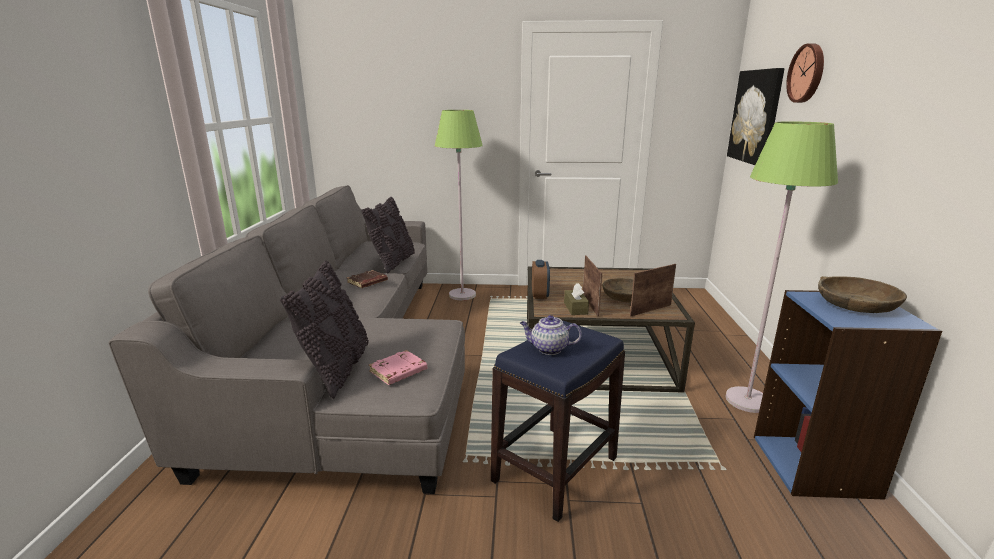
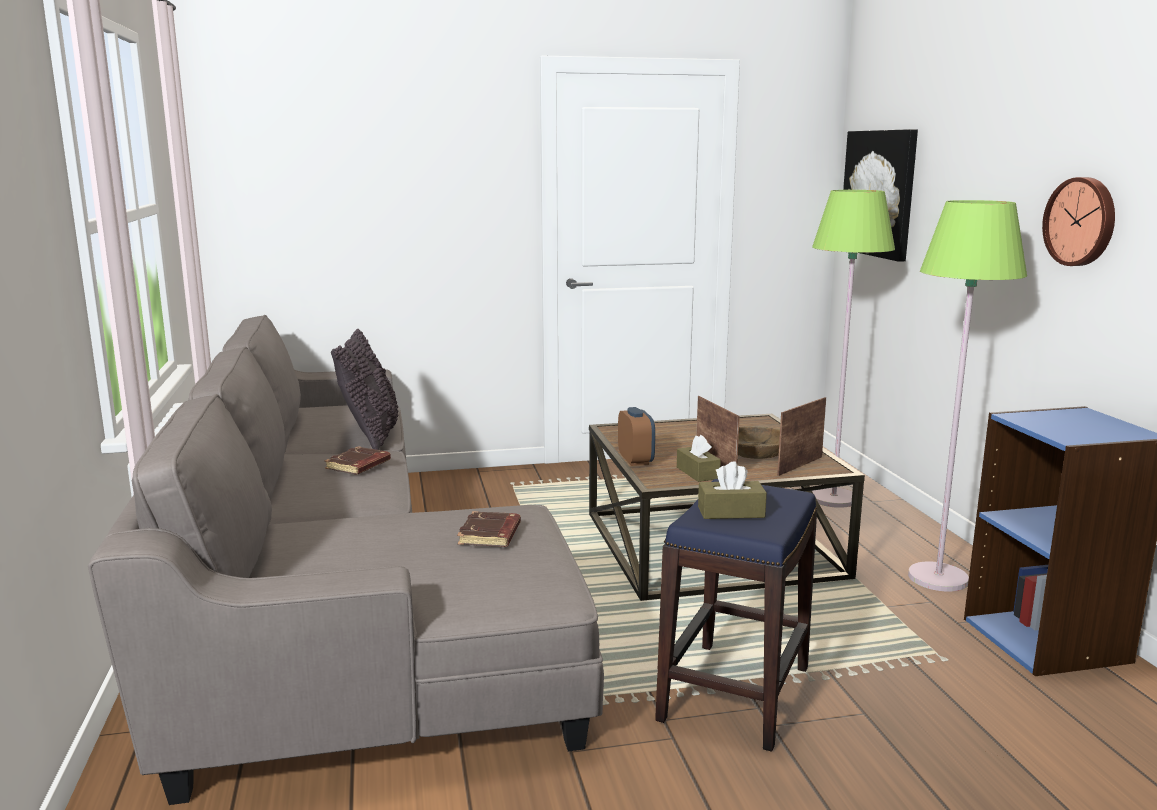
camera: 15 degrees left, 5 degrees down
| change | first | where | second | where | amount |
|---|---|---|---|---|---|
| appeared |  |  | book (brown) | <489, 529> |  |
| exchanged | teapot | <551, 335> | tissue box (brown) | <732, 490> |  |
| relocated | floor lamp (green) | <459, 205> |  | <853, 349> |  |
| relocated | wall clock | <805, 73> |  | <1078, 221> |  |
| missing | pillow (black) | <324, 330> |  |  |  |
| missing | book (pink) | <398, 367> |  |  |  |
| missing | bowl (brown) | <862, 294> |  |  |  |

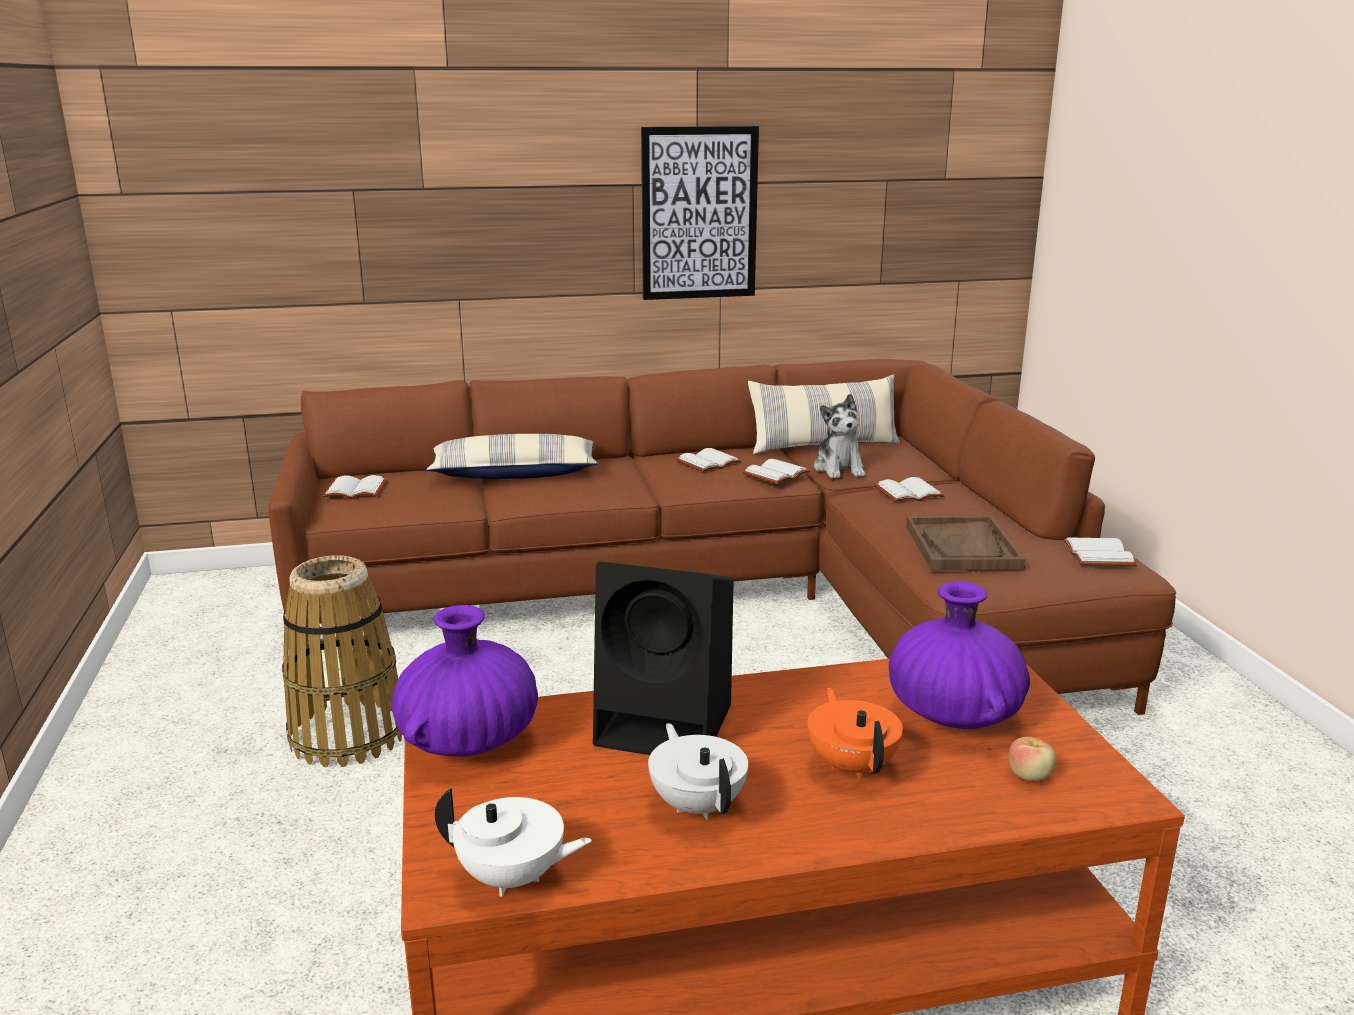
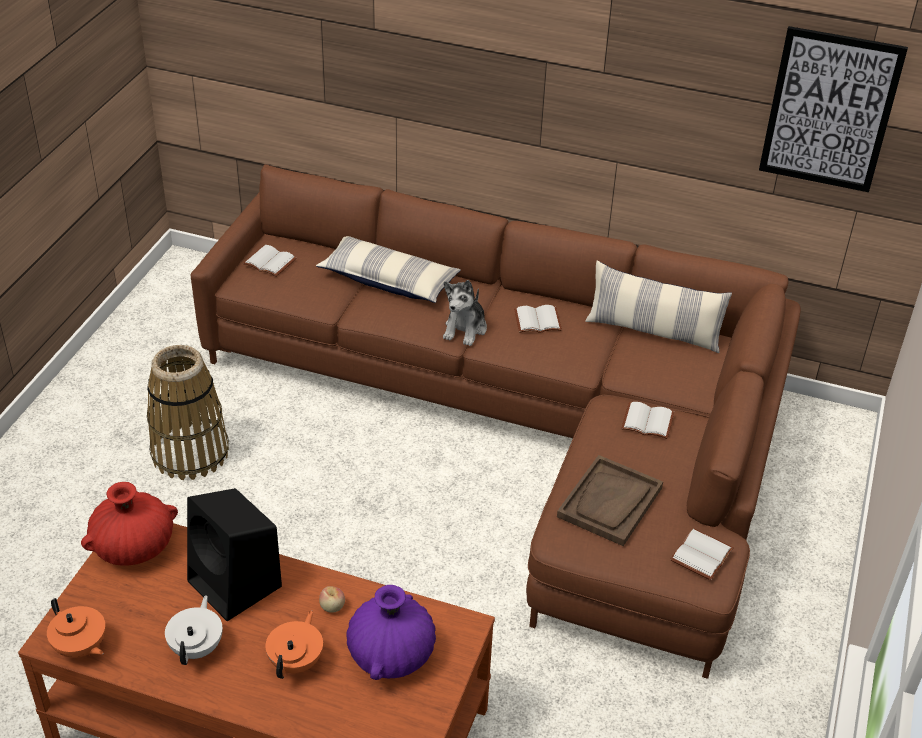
camera: 30 degrees right, 20 degrees up
| change | first | where | second | where | amount |
|---|---|---|---|---|---|
| colour | teapot (white) | <513, 842> | teapot (orange) | <76, 628> |  |
| colour | vase (purple) | <465, 681> | vase (red) | <129, 524> |  |
| relocated | apple | <1032, 759> |  | <332, 599> |  |
| relocated | plush toy | <839, 436> |  | <465, 313> |  |
| relocated | picture | <700, 213> |  | <833, 109> |  |
| missing | book (white) | <776, 471> |  |  |  |

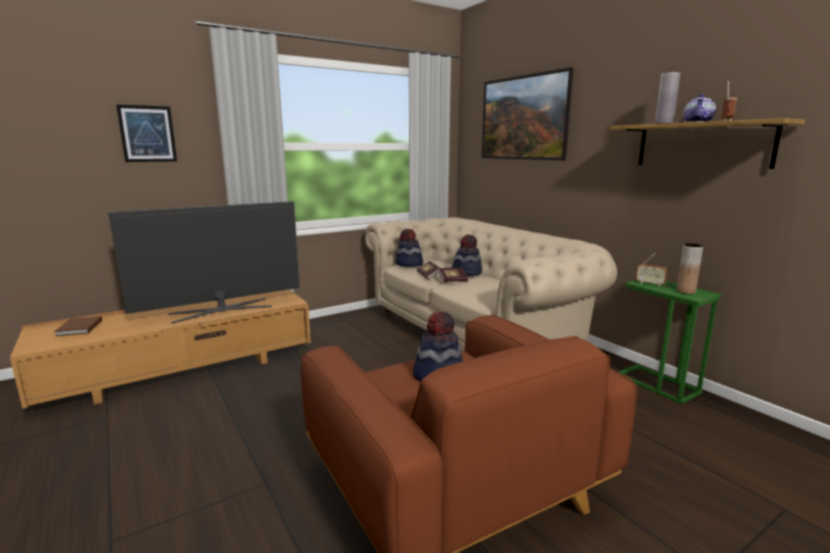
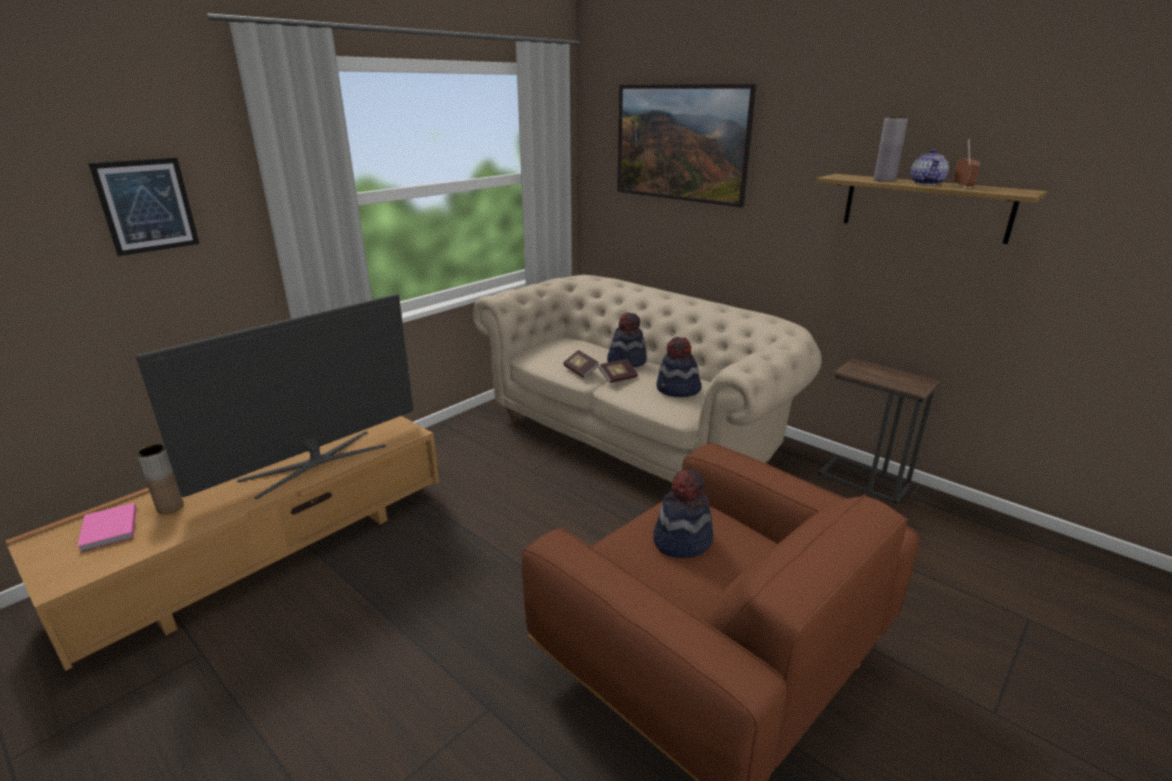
camera: 15 degrees left, 10 degrees up
| change | first | where | second | where | amount |
|---|---|---|---|---|---|
| colour | book (brown) | <78, 326> | book (pink) | <106, 527> |  |
| relocated | vase (brown) | <689, 268> |  | <160, 479> |  |
| relocated | hat | <409, 248> |  | <679, 367> |  |
| colour | side table (green) | <670, 342> | side table (brown) | <879, 432> |  |
| missing | radio | <652, 269> |  |  |  |

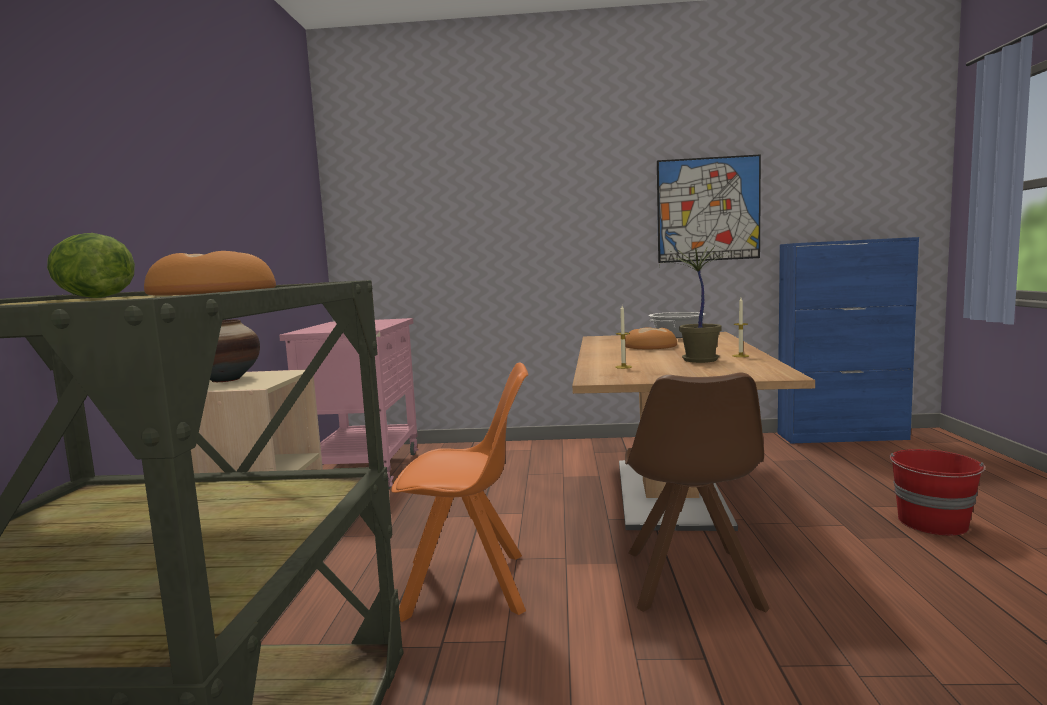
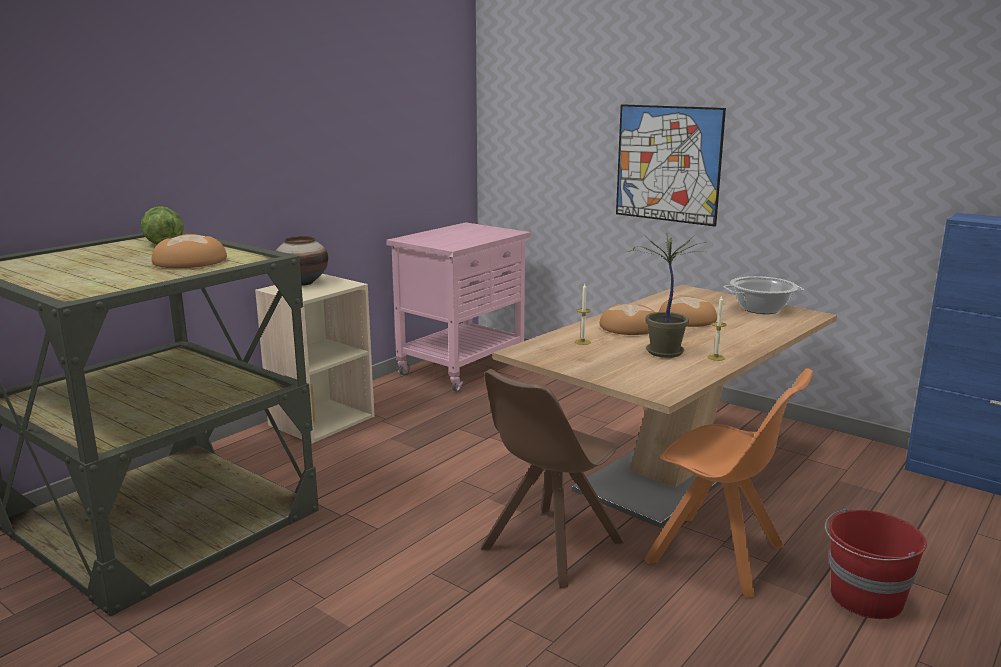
camera: 35 degrees right, 10 degrees up
| change | first | where | second | where | amount |
|---|---|---|---|---|---|
| appeared |  |  | bread | <627, 319> |  |
| relocated | picture | <709, 208> |  | <671, 165> |  |
| relocated | chair (orange) | <459, 492> |  | <728, 483> |  |

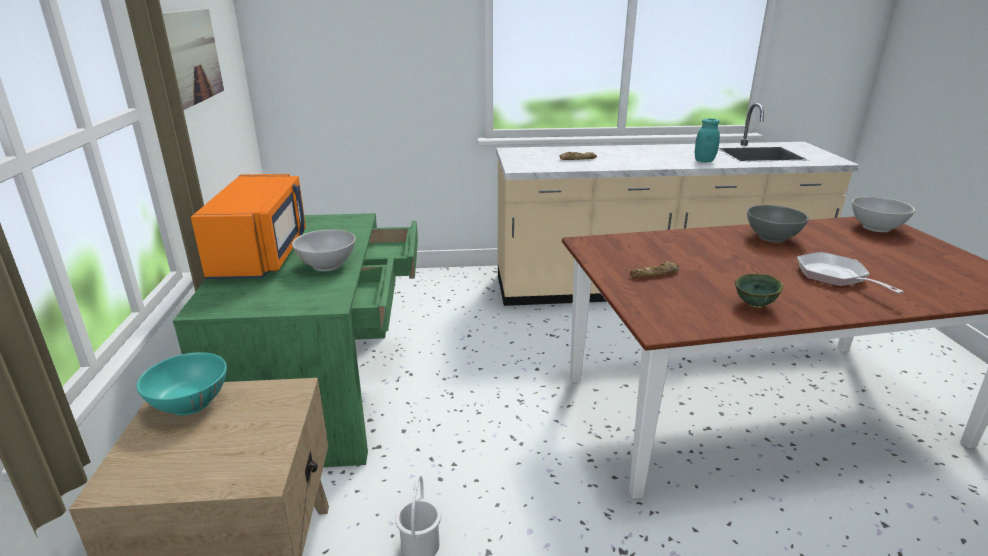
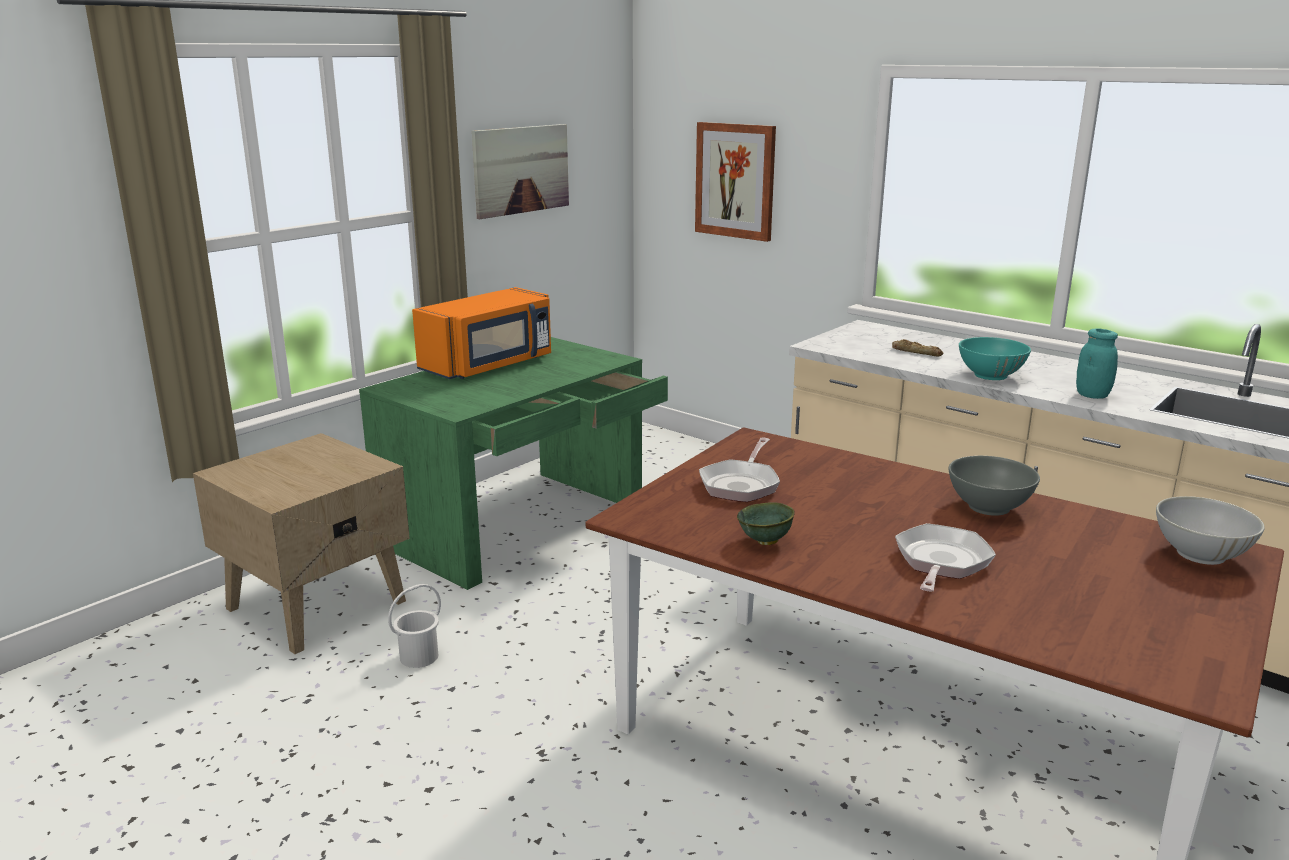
camera: 45 degrees right, 5 degrees down
| change | first | where | second | where | amount |
|---|---|---|---|---|---|
| appeared |  |  | picture | <735, 182> |  |
| exchanged | bread | <654, 269> | frying pan | <739, 470> |  |
| relocated | bowl (turquoise) | <181, 383> |  | <995, 358> |  |
| missing | bowl (white) | <324, 250> |  |  |  |

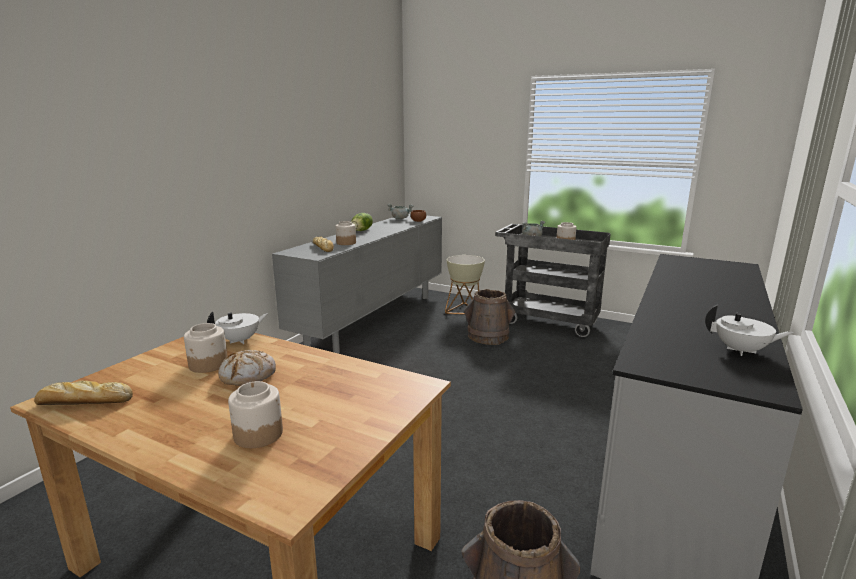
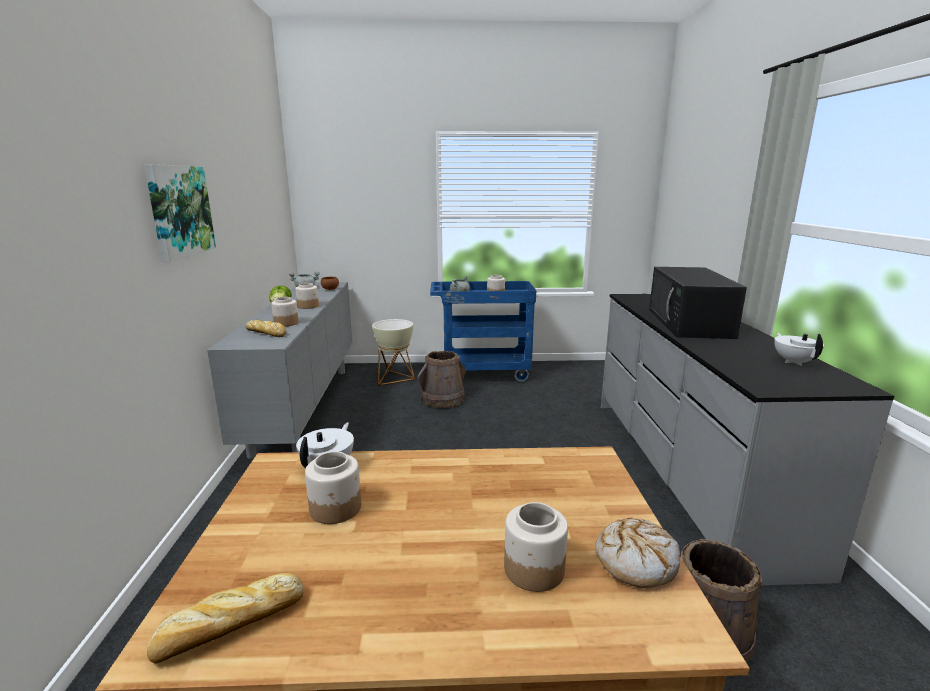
camera: 30 degrees left, 0 degrees up
| change | first | where | second | where | amount |
|---|---|---|---|---|---|
| appeared |  |  | picture | <180, 213> |  |
| appeared |  |  | jar | <307, 296> |  |
| colour | cart (black) | <553, 280> | cart (blue) | <483, 331> |  |
| relocated | bread | <247, 368> |  | <637, 552> |  |
| appeared |  |  | microwave (black) | <698, 303> |  |
| spun | teapot (white) | <749, 330> |  | <799, 349> | 90 degrees counterclockwise |

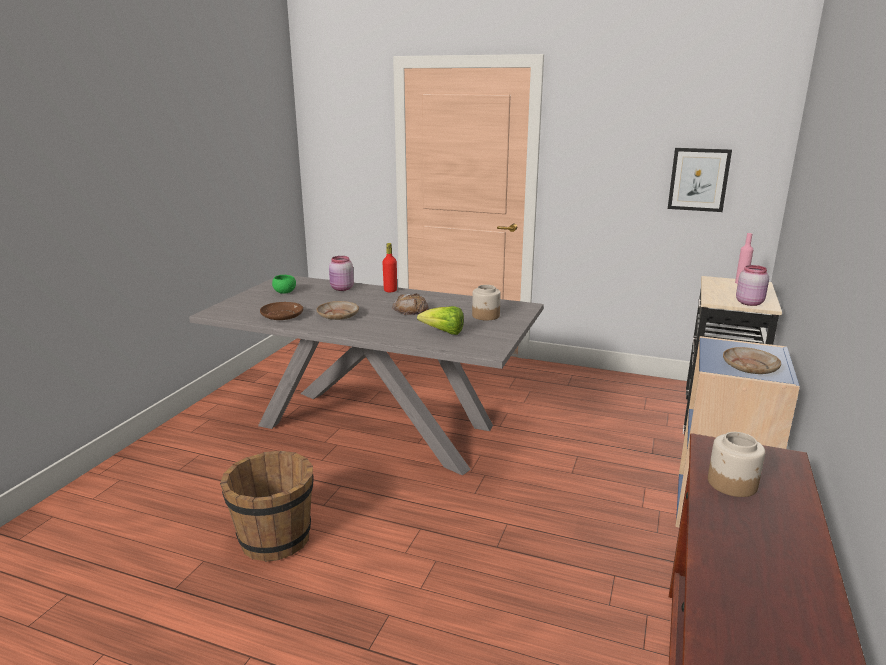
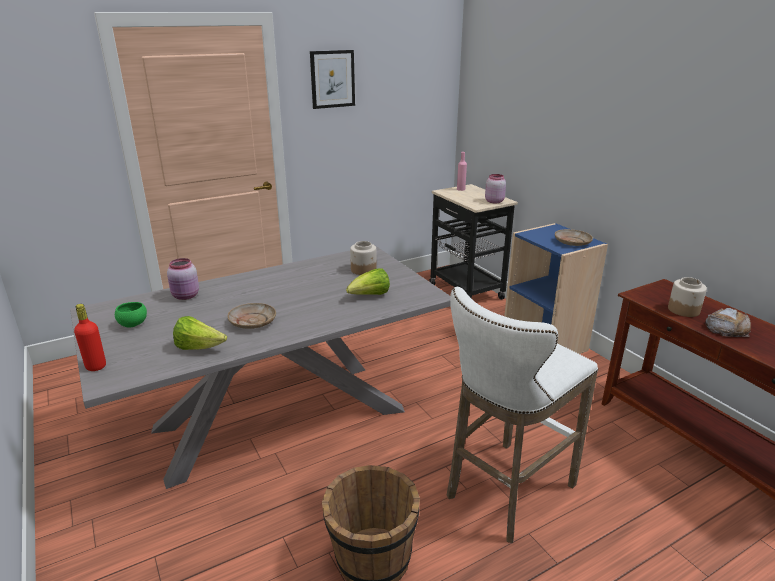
camera: 50 degrees left, 5 degrees up
| change | first | where | second | where | amount |
|---|---|---|---|---|---|
| relocated | bottle (red) | <389, 267> |  | <90, 337> |  |
| exchanged | plate (brown) | <281, 311> | lettuce | <200, 333> |  |
| relocated | picture | <700, 180> |  | <332, 79> |  |
| appeared |  |  | stool (white) | <522, 415> |  |
| relocated | bread | <410, 304> |  | <728, 322> |  |

